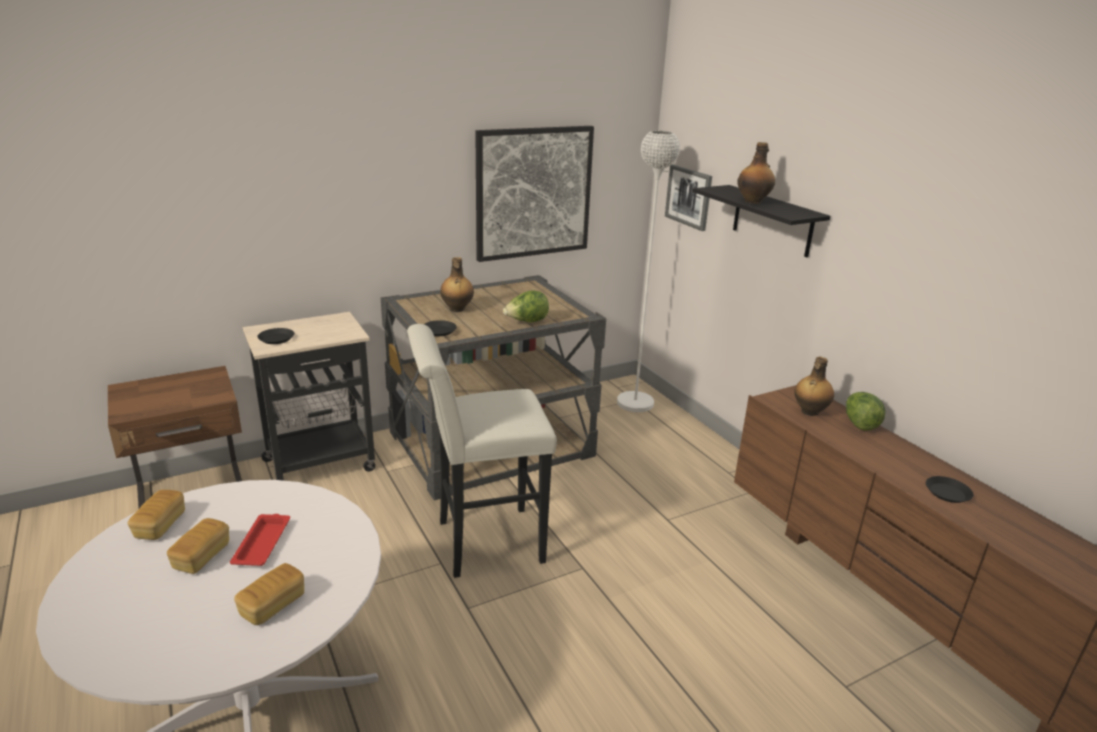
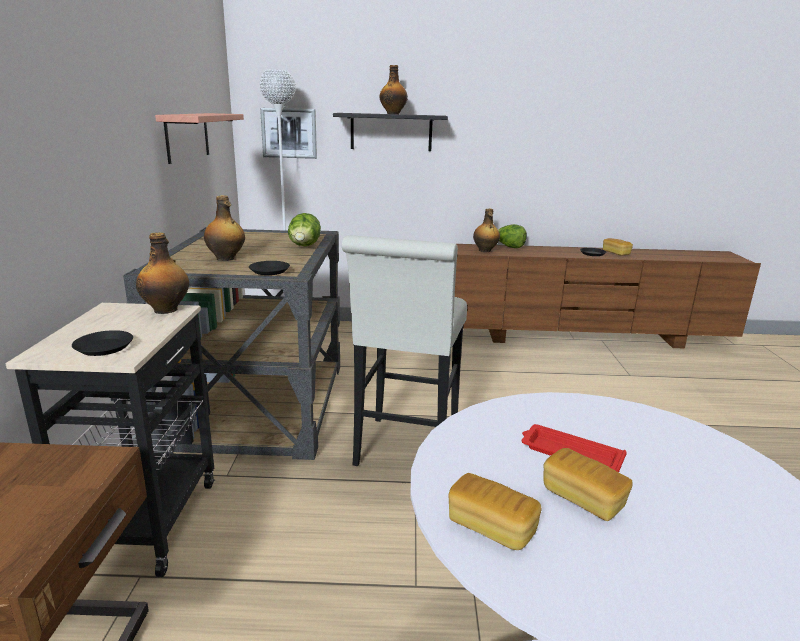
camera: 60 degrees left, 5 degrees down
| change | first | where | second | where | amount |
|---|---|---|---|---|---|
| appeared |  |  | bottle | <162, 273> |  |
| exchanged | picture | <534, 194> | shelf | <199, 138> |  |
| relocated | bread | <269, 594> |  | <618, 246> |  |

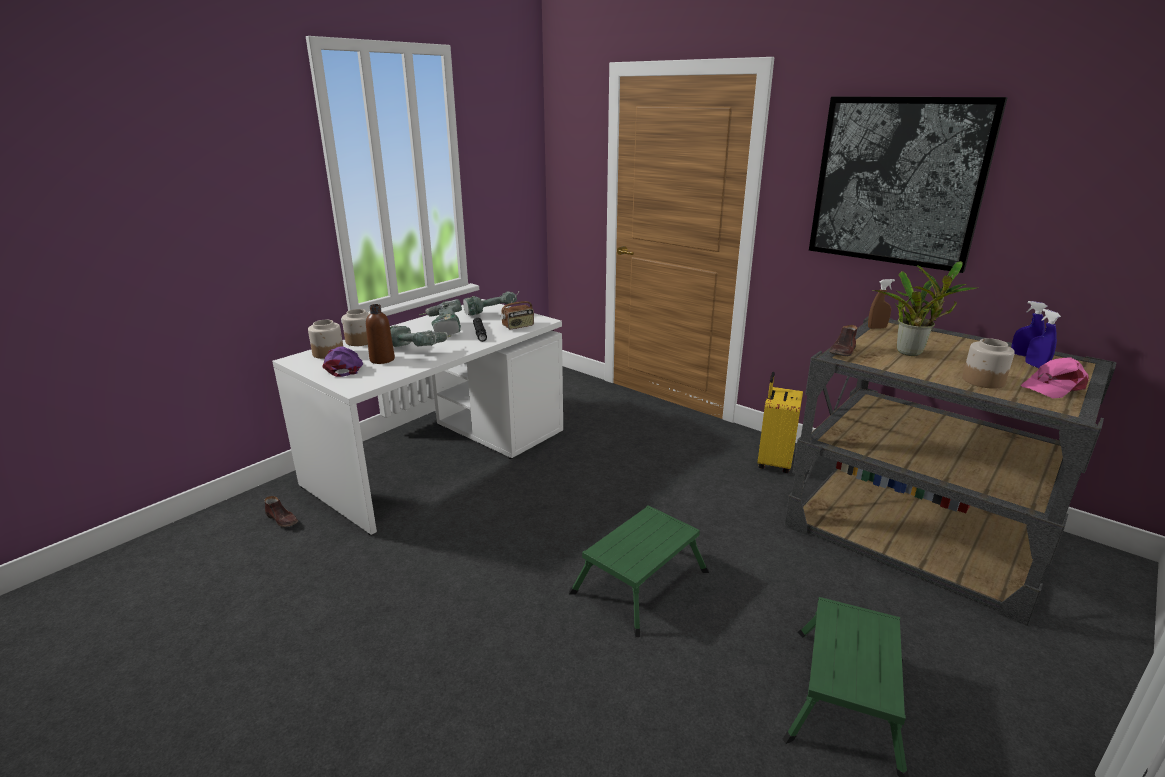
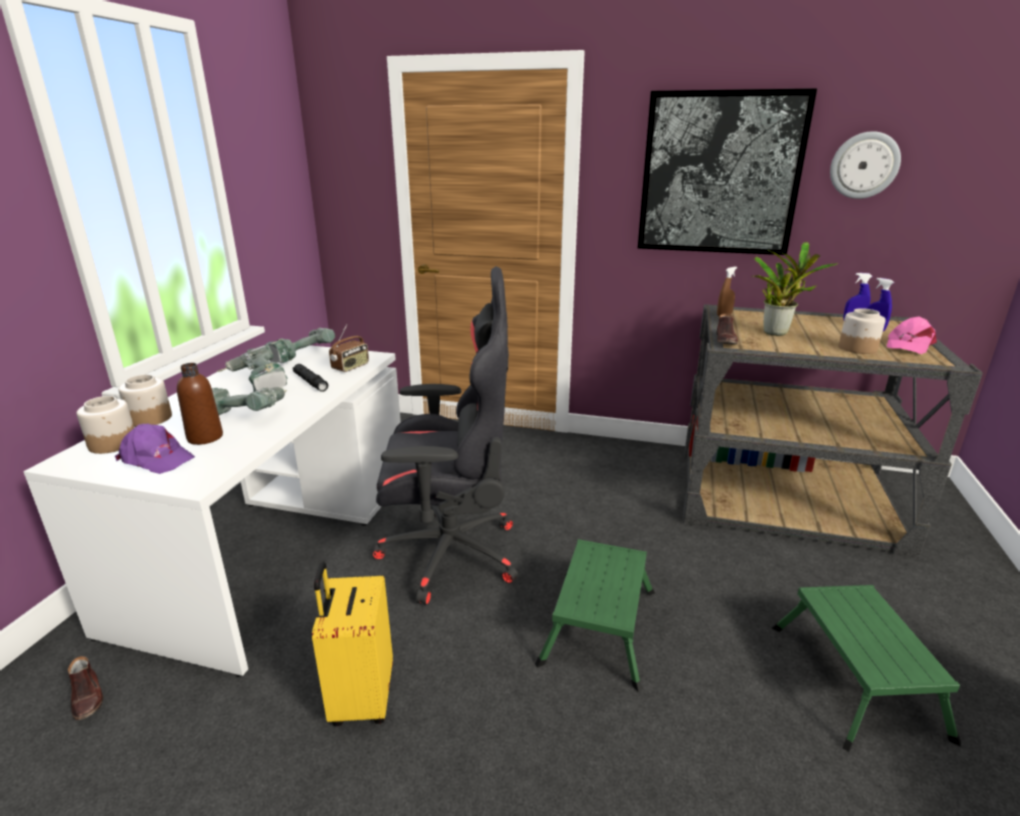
camera: 25 degrees left, 0 degrees up
| change | first | where | second | where | amount |
|---|---|---|---|---|---|
| spun | shoe (brown) | <281, 511> |  | <86, 688> | 45 degrees clockwise |
| spun | cap (purple) | <342, 362> |  | <155, 449> | 150 degrees clockwise |
| relocated | suitcase (yellow) | <780, 422> |  | <352, 644> |  |
| appeared |  |  | office chair (black) | <445, 435> |  |
| appeared |  |  | wall clock | <865, 165> |  |

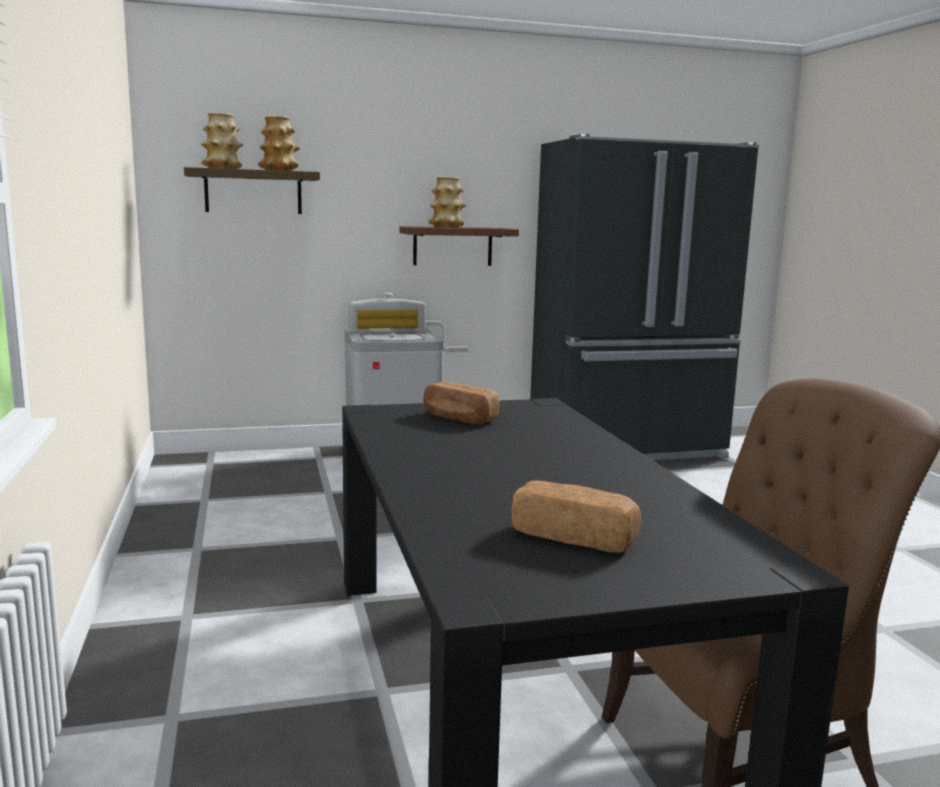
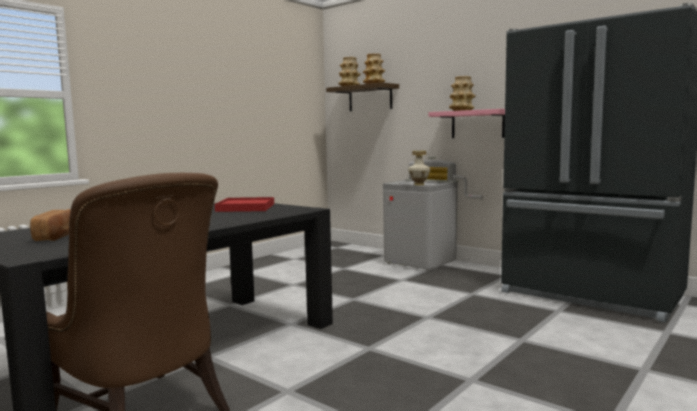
camera: 55 degrees right, 5 degrees down
| change | first | where | second | where | amount |
|---|---|---|---|---|---|
| exchanged | bread | <461, 403> | tray (red) | <244, 204> |  |
| appeared |  |  | vase | <419, 168> |  |
| colour | shelf (brown) | <459, 246> | shelf (pink) | <466, 123> |  |

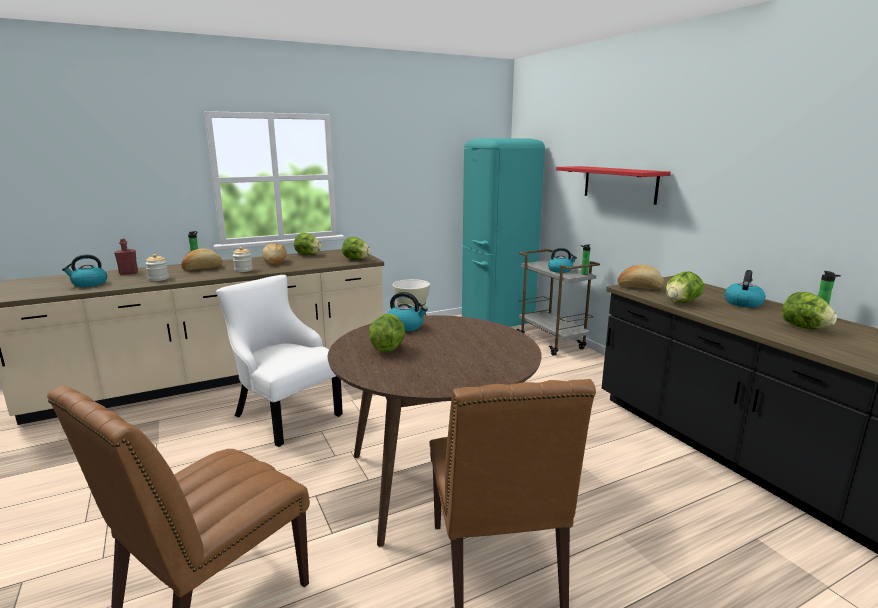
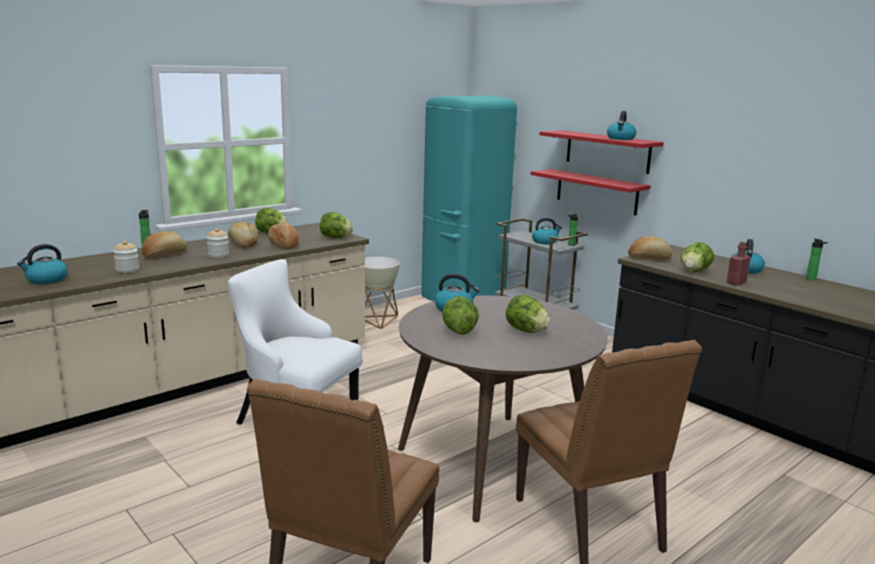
camera: 15 degrees left, 0 degrees up
| change | first | where | second | where | amount |
|---|---|---|---|---|---|
| appeared |  |  | bread | <283, 236> |  |
| relocated | lettuce | <809, 311> |  | <528, 314> |  |
| appeared |  |  | shelf (red) | <591, 192> |  |
| appeared |  |  | kettle | <622, 125> |  |
| relocated | bottle (red) | <126, 257> |  | <739, 264> |  |

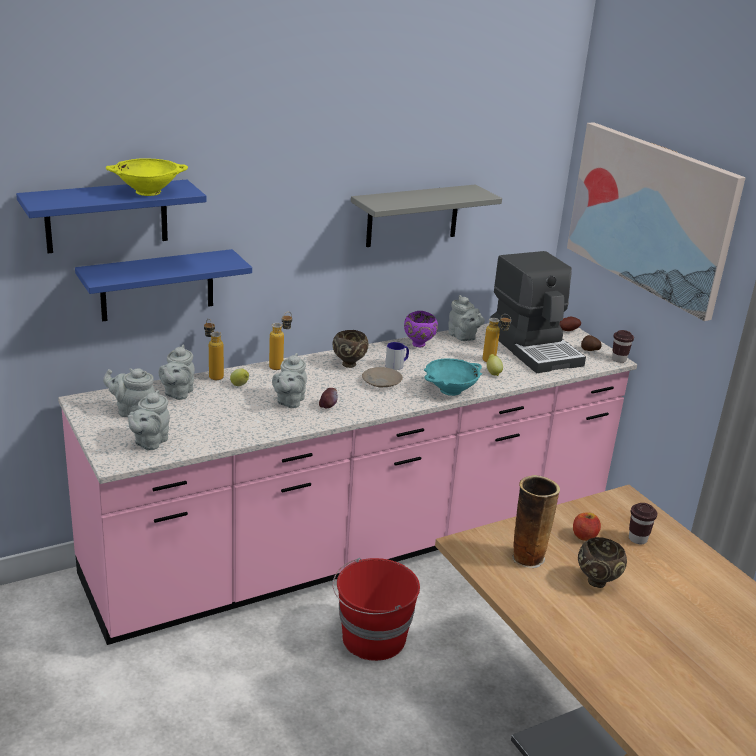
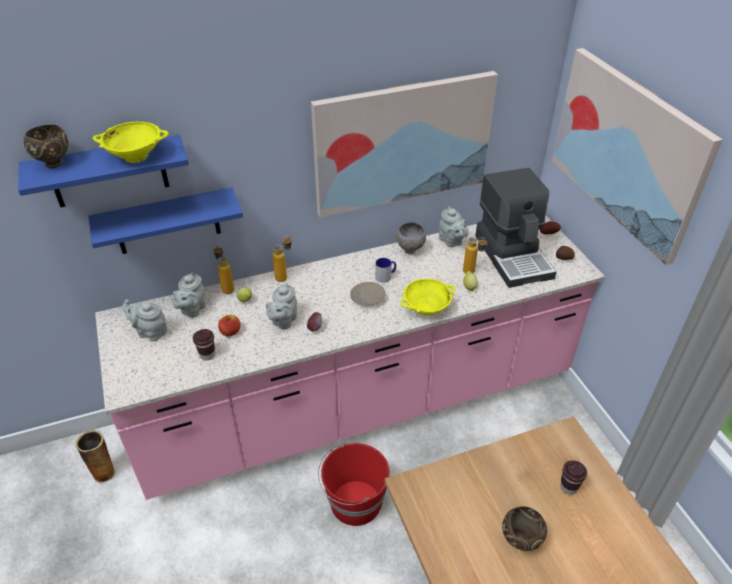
camera: 10 degrees right, 15 degrees up
| change | first | where | second | where | amount |
|---|---|---|---|---|---|
| relocated | bowl (brown) | <350, 349> |  | <46, 146> |  |
| relocated | vase | <536, 521> |  | <96, 457> |  |
| relocated | cup (brown) | <623, 346> |  | <204, 344> |  |
| relocated | apple | <587, 526> |  | <229, 326> |  |
| exchanged | shelf (grey) | <426, 216> | picture | <404, 144> |  |
| colour | bowl (purple) | <421, 329> | bowl (grey) | <411, 238> |  |
| colour | bowl (turquoise) | <453, 377> | bowl (yellow) | <428, 297> |  |
| missing | teapot (grey) | <149, 420> |  |  |  |

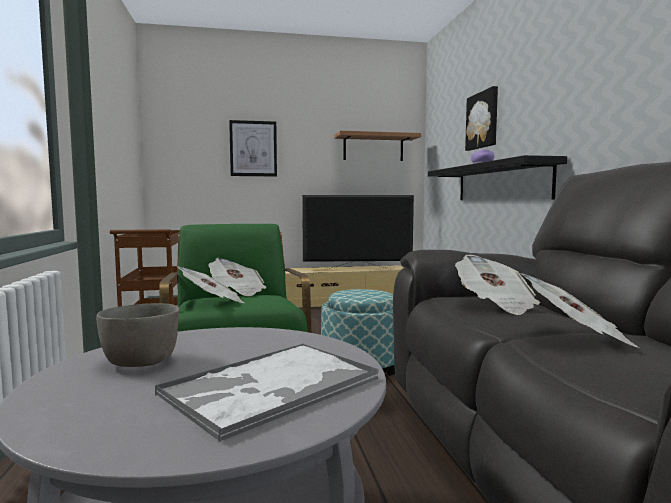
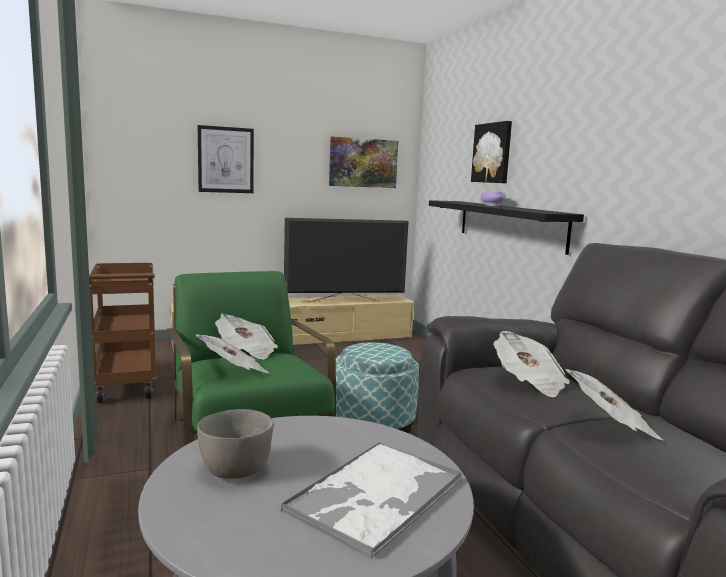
camera: 10 degrees left, 5 degrees up
| change | first | where | second | where | amount |
|---|---|---|---|---|---|
| exchanged | shelf | <377, 146> | picture | <363, 162> |  |

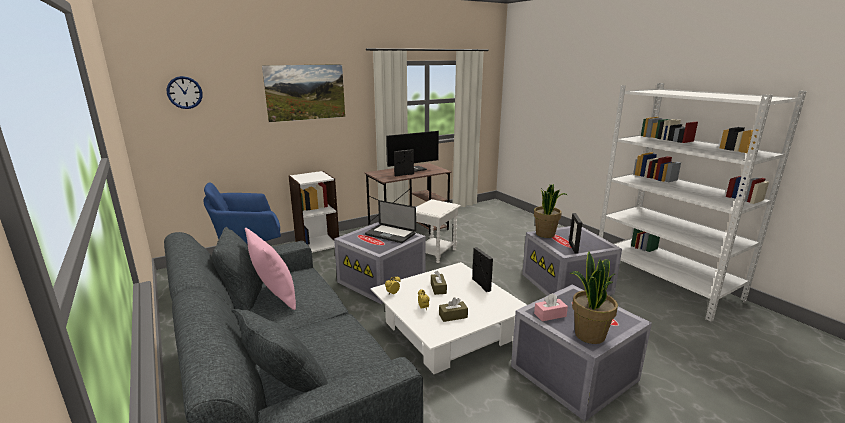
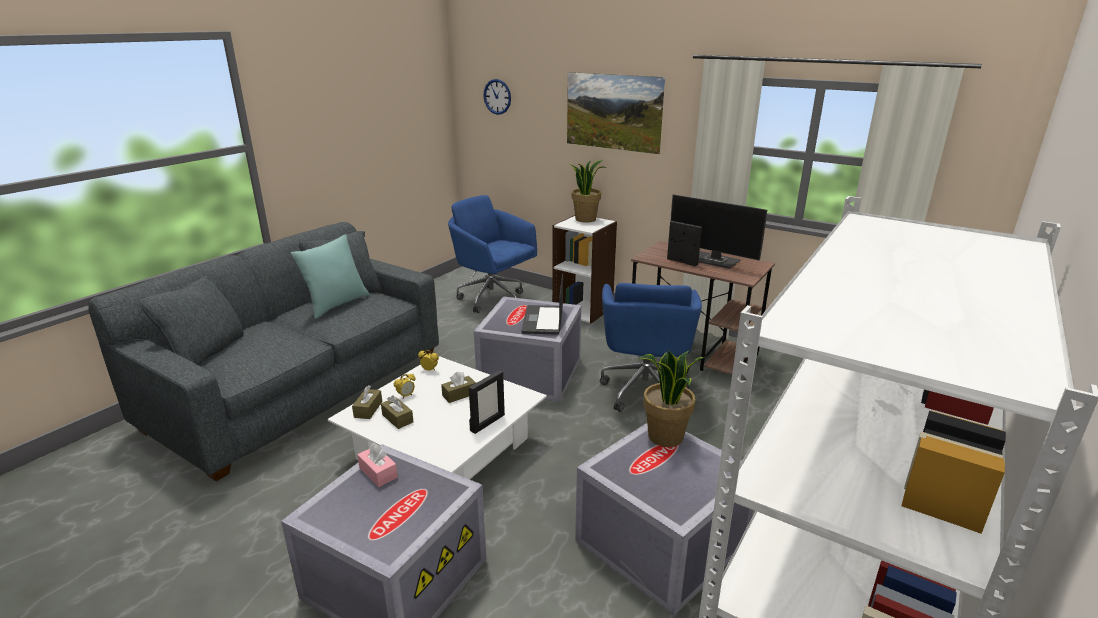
camera: 65 degrees right, 5 degrees up
| change | first | where | second | where | amount |
|---|---|---|---|---|---|
| colour | pillow (pink) | <270, 269> | pillow (turquoise) | <330, 276> |  |
| appeared |  |  | tissue box (brown) | <367, 402> |  |
| relocated | potted plant | <593, 297> |  | <588, 191> |  |
| exchanged | side table (white) | <438, 231> | office chair (blue) | <651, 347> |  |
| missing | picture frame | <575, 233> |  |  |  |

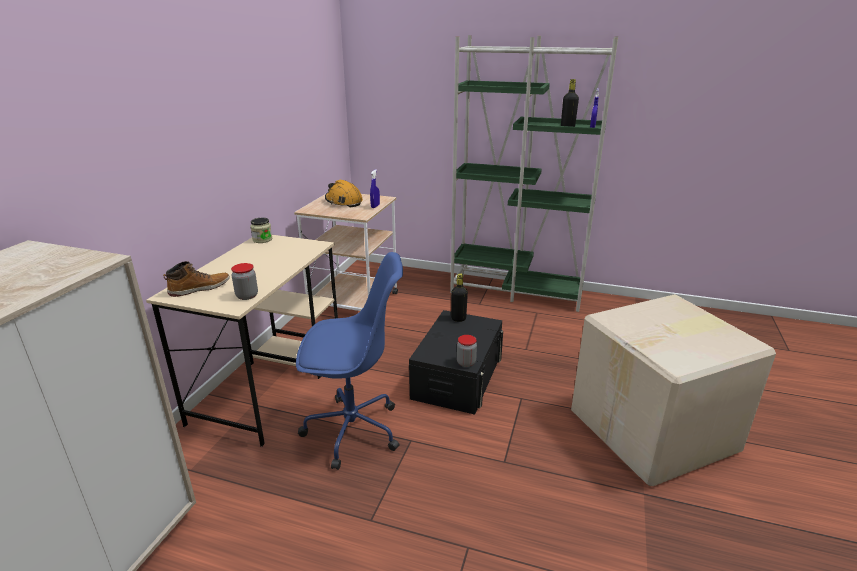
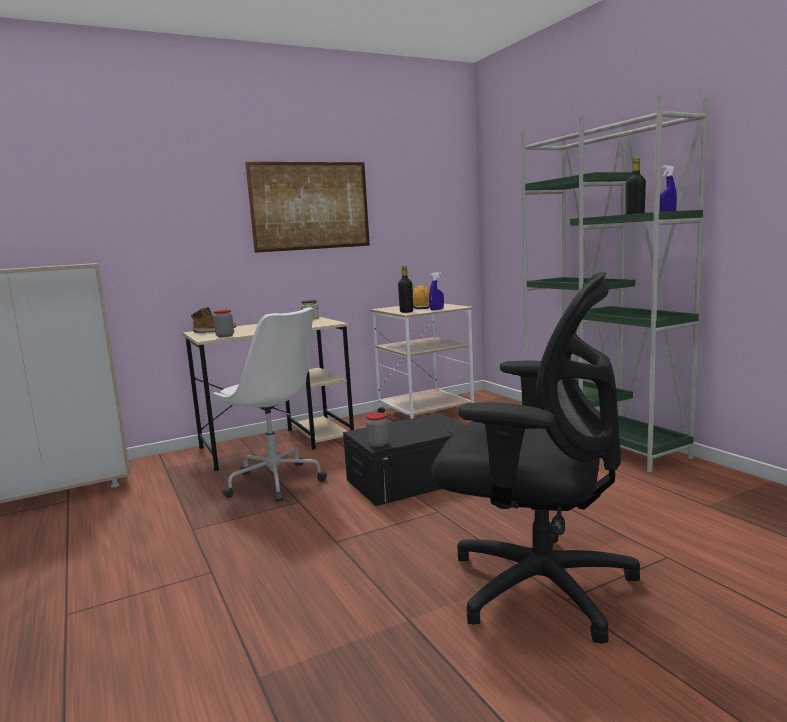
camera: 45 degrees right, 15 degrees down
| change | first | where | second | where | amount |
|---|---|---|---|---|---|
| colour | office chair (blue) | <349, 361> | office chair (white) | <270, 404> |  |
| appeared |  |  | picture | <307, 207> |  |
| relocated | bottle (black) | <459, 297> |  | <405, 289> |  |
| exchanged | cardboard box | <673, 390> | office chair (black) | <536, 458> |  |

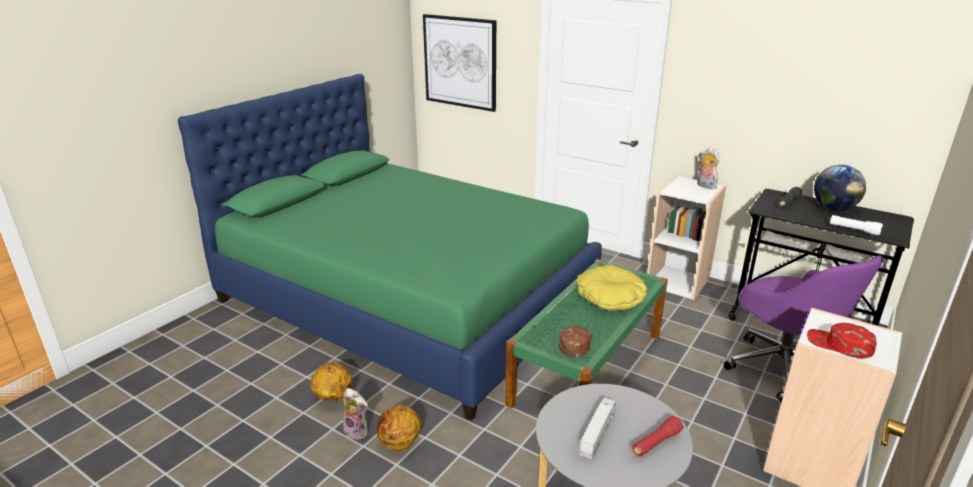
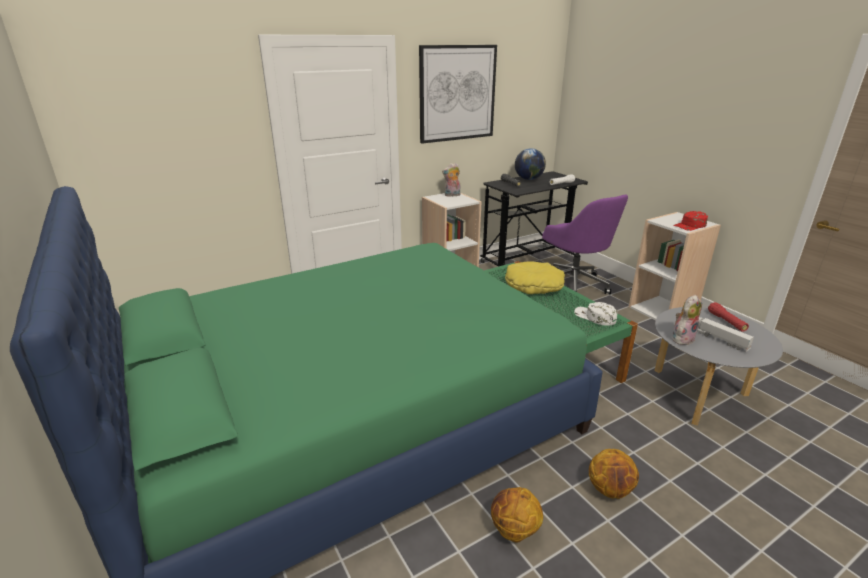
camera: 65 degrees left, 0 degrees up
| change | first | where | second | where | amount |
|---|---|---|---|---|---|
| relocated | picture | <459, 63> |  | <458, 94> |  |
| spun | office chair (purple) | <803, 328> |  | <585, 244> | 60 degrees clockwise |
| colour | cap (brown) | <576, 341> | cap (white) | <595, 314> |  |
| relocated | plush toy | <355, 414> |  | <687, 320> |  |

